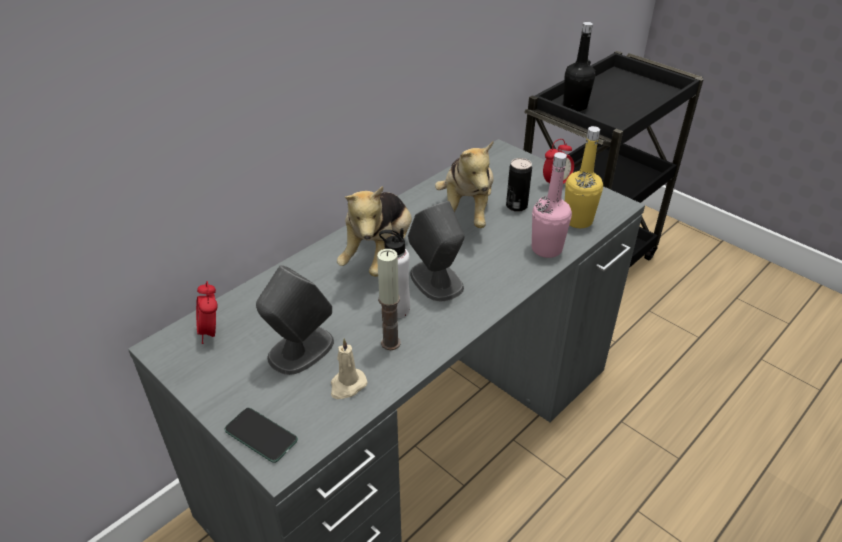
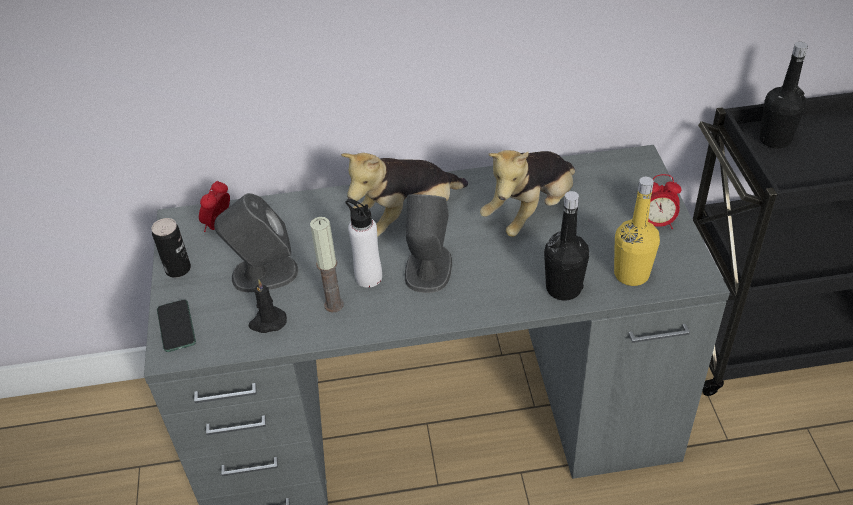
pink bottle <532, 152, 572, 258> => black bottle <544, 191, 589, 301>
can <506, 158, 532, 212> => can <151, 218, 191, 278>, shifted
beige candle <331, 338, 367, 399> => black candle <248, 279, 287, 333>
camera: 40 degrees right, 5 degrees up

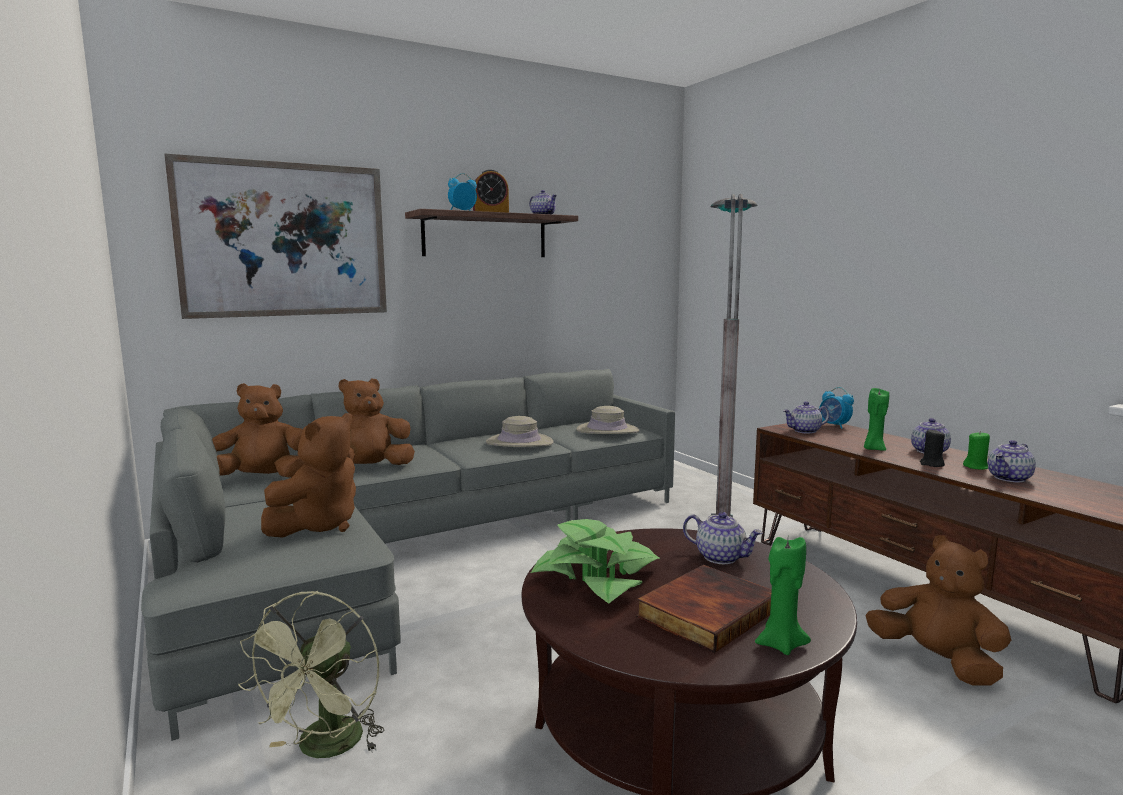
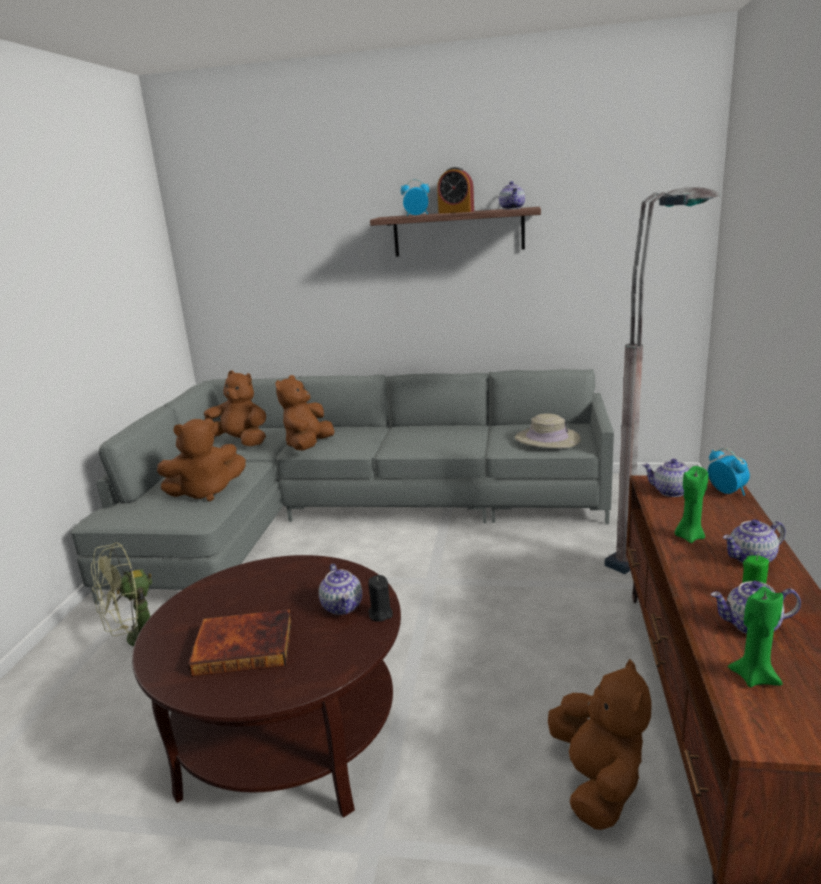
picture <164, 154, 387, 319> => nothing
brown plush toy <338, 378, 415, 465> => brown plush toy <275, 375, 334, 450>, 75 degrees counterclockwise
alarm clock <819, 387, 854, 429> => alarm clock <708, 448, 750, 496>, 150 degrees clockwise
beige hat <486, 416, 554, 447> => nothing
black candle <920, 429, 945, 467> => black candle <368, 575, 393, 622>, shifted
potted plant <531, 519, 661, 604> => nothing
green candle <755, 537, 811, 655> => green candle <728, 587, 783, 687>, shifted
camera: 40 degrees right, 10 degrees up

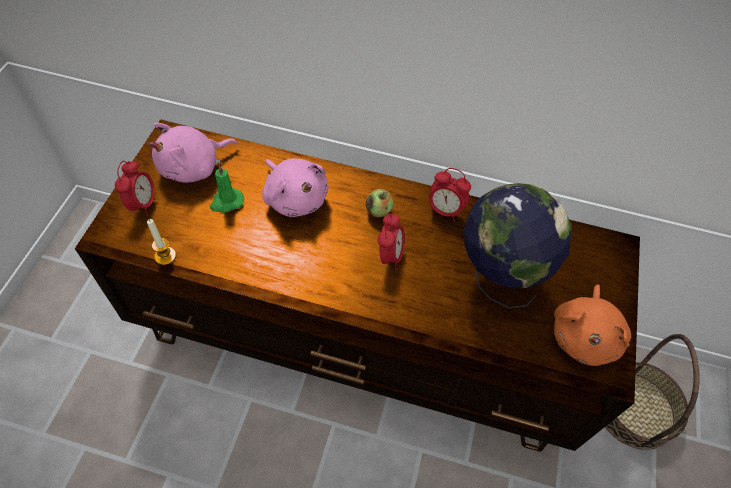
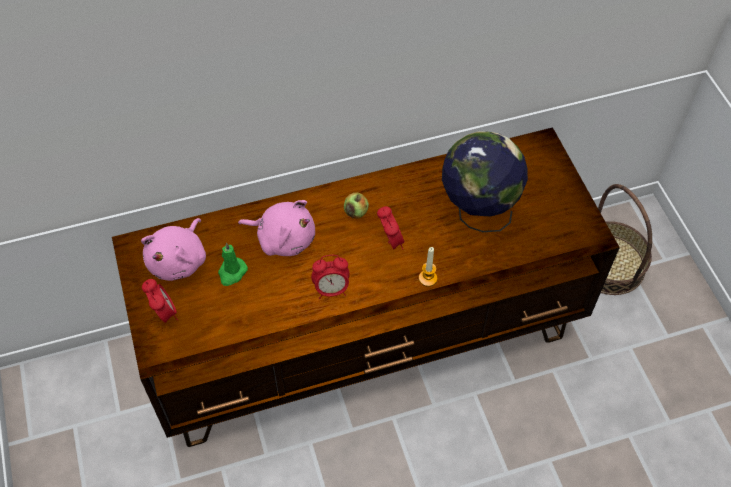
alarm clock <429, 168, 471, 222> => alarm clock <311, 255, 350, 299>, shifted
candle <147, 219, 176, 265> => candle <419, 247, 437, 287>, shifted
orange plush toy <554, 284, 631, 366> => nothing
camera: 30 degrees left, 0 degrees up

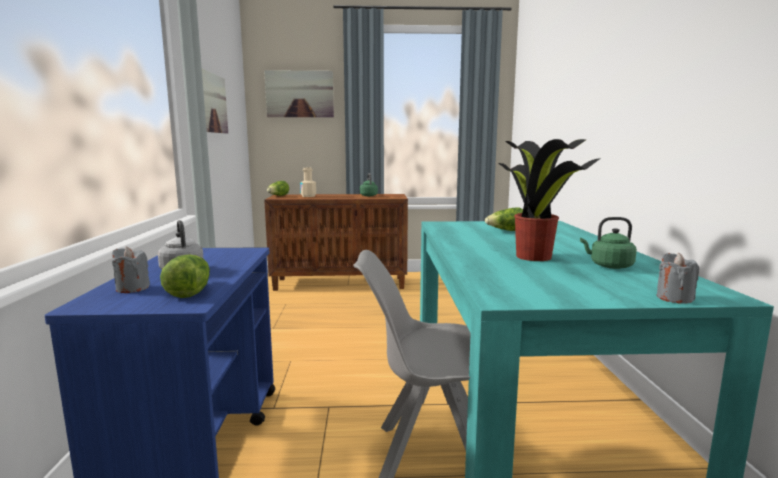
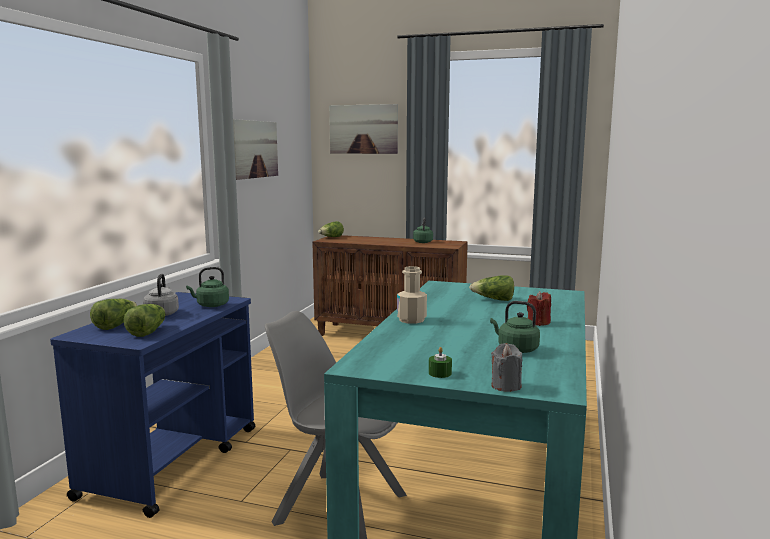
potted plant <499, 139, 601, 261> => nothing
beige bottle <300, 168, 316, 197> => beige bottle <397, 266, 427, 324>, shifted
grey candle <112, 247, 150, 293> => lettuce <90, 299, 137, 330>
nothing => green kettle <186, 267, 229, 307>
nothing => red candle <527, 291, 551, 326>
nothing => green candle <429, 347, 452, 378>
camera: 20 degrees right, 0 degrees up

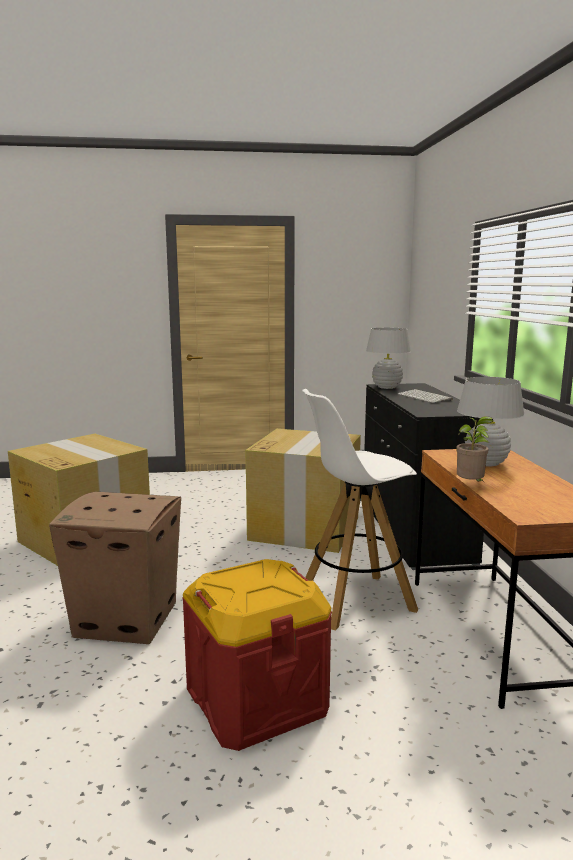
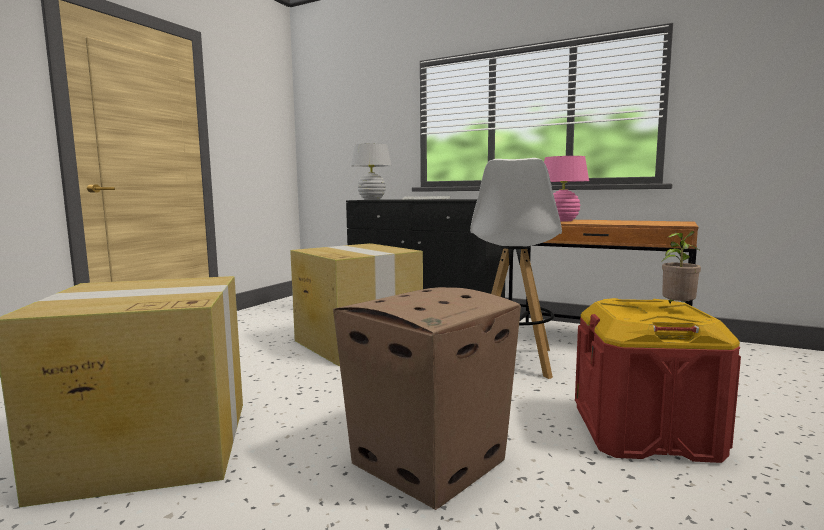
white table lamp <457, 377, 524, 466> => pink table lamp <544, 156, 589, 222>
potted plant <456, 416, 494, 482> => potted plant <661, 231, 701, 304>, shifted
camera: 55 degrees left, 5 degrees down

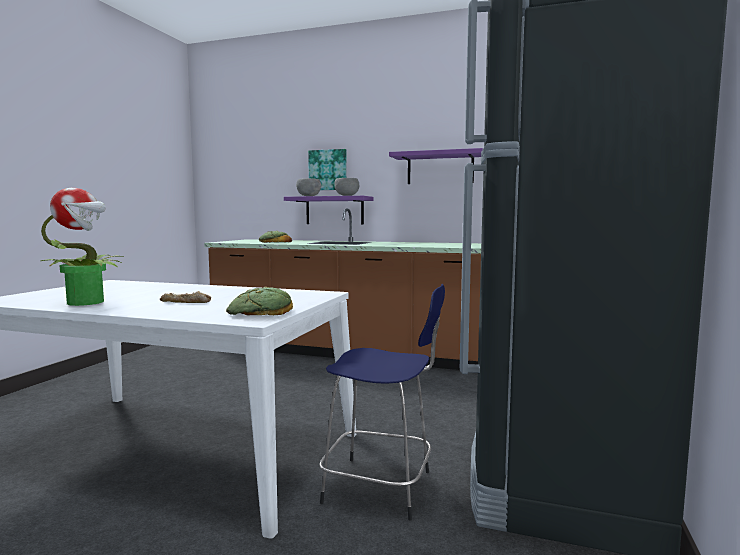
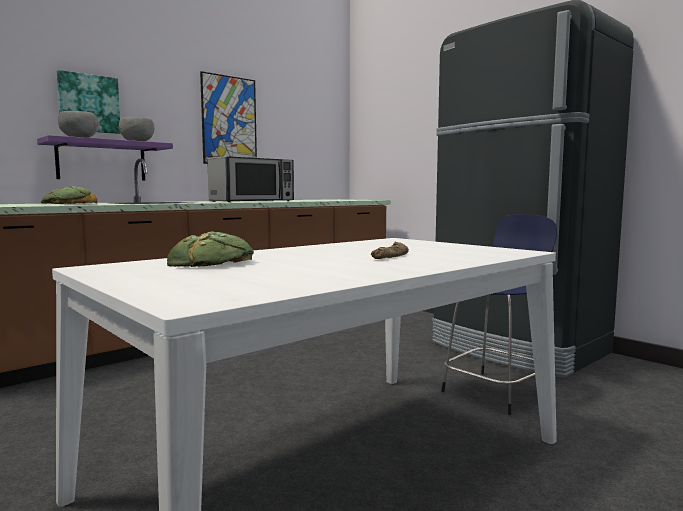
purple shelf <389, 148, 483, 184> => picture <200, 71, 257, 164>
potted plant <41, 188, 124, 306> => nothing
bread <226, 287, 293, 316> => bread <167, 231, 254, 267>, shifted
nothing => microwave <207, 156, 294, 202>
camera: 60 degrees left, 0 degrees up

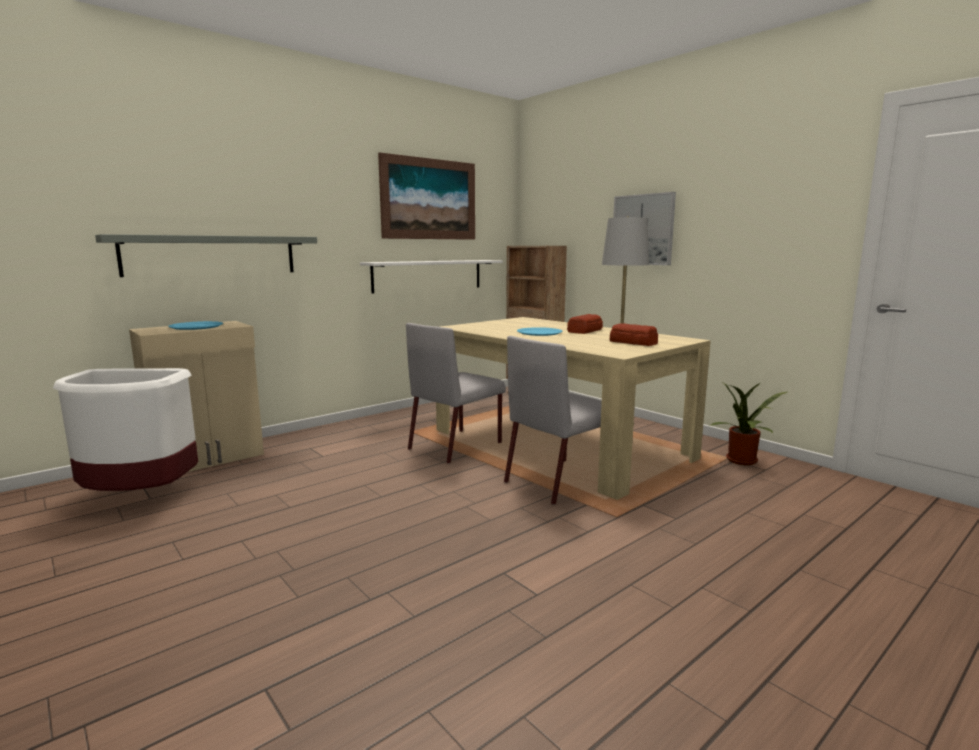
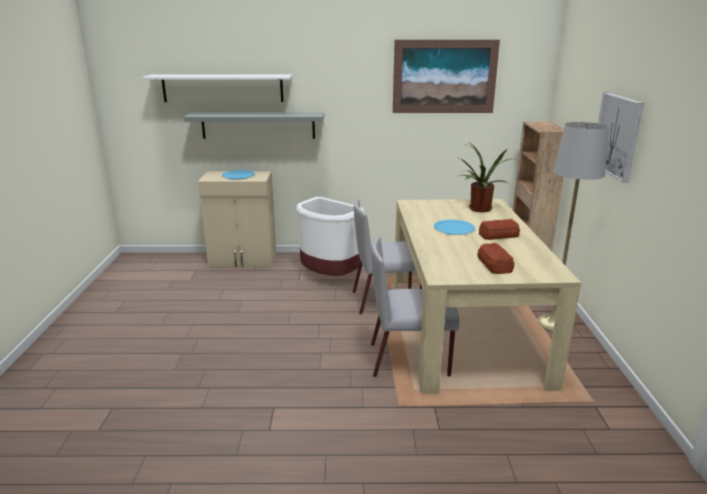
white shelf <360, 260, 503, 294> => white shelf <142, 74, 292, 102>, shifted
white trash can <53, 368, 198, 491> => white trash can <296, 197, 364, 276>, shifted
potted plant <708, 381, 787, 465> => potted plant <458, 143, 516, 212>, shifted
camera: 40 degrees right, 10 degrees up

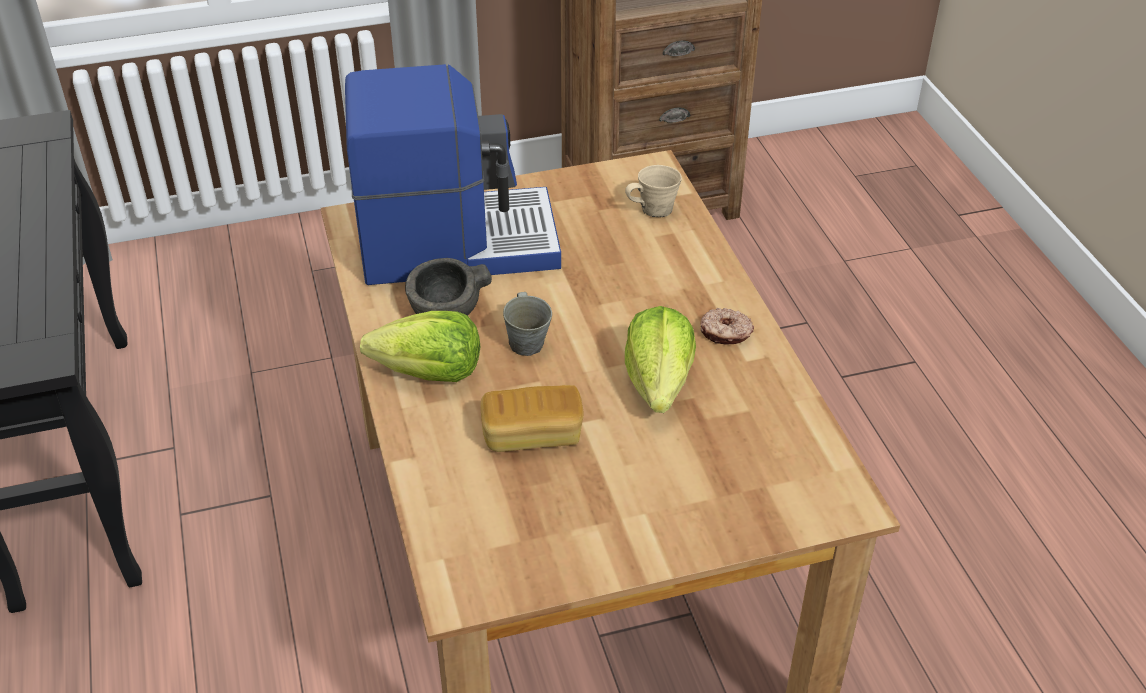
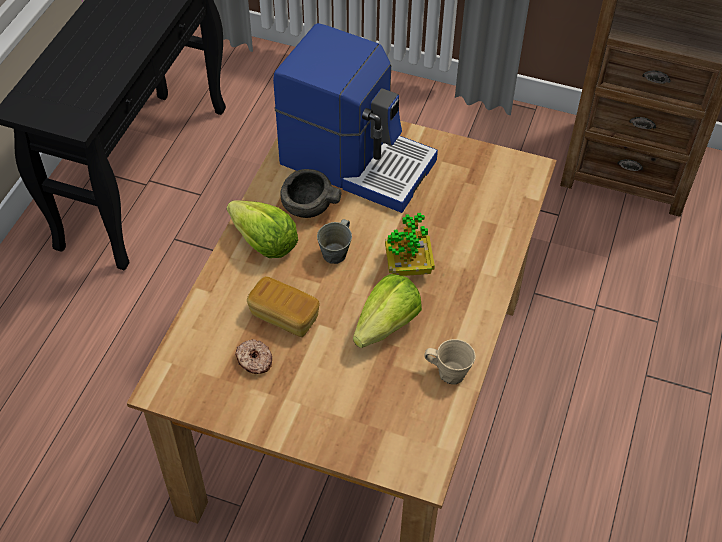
beige mug <625, 165, 682, 217> => beige mug <425, 339, 476, 384>, shifted
donut <700, 308, 754, 344> => donut <235, 339, 272, 374>, shifted
nothing => potted plant <385, 213, 435, 276>
camera: 35 degrees right, 10 degrees up

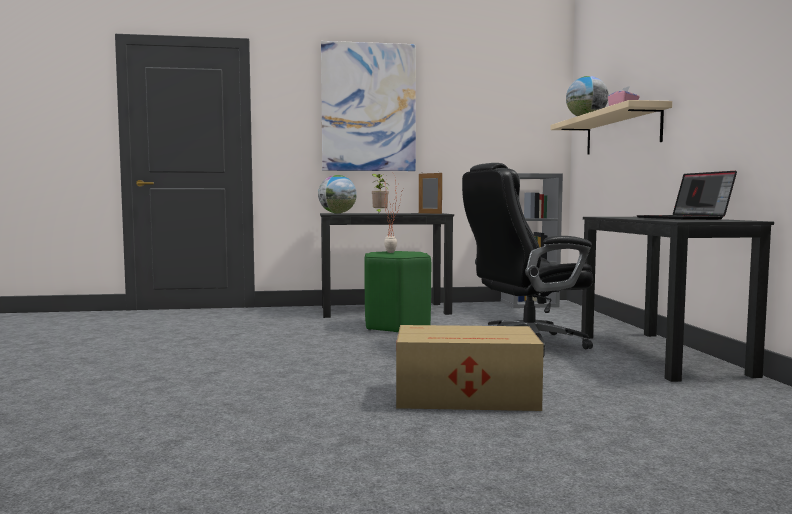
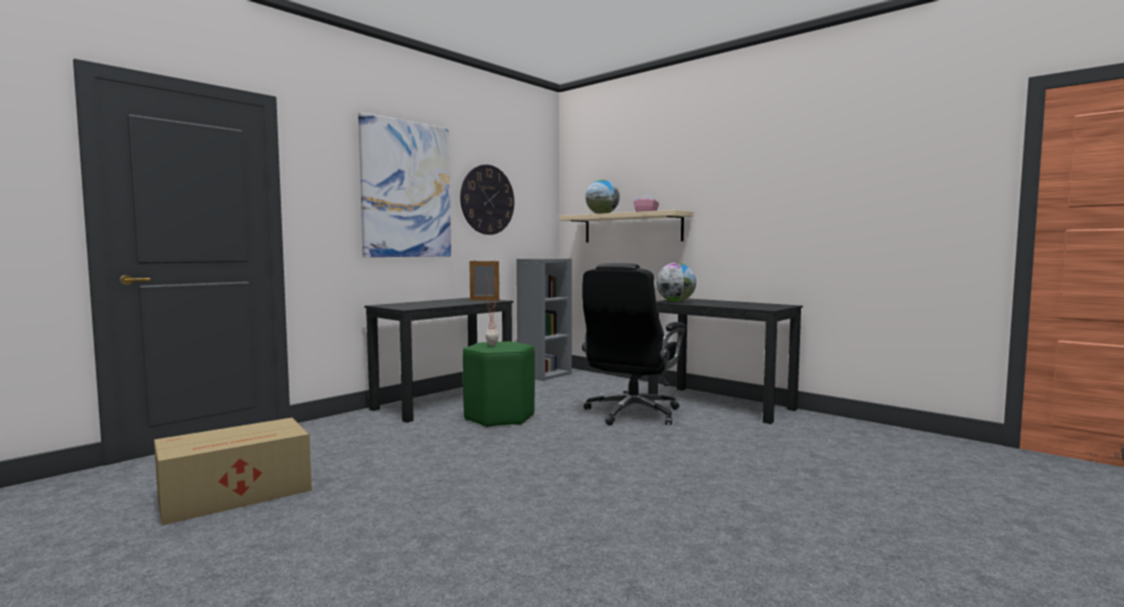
laptop <636, 171, 737, 220> => nothing
potted plant <371, 174, 389, 213> => nothing
globe <318, 175, 357, 213> => globe <656, 263, 696, 302>, shifted
cardboard box <396, 325, 544, 411> => cardboard box <154, 418, 312, 525>, shifted
nothing => wall clock <460, 165, 514, 235>
camera: 40 degrees left, 0 degrees up

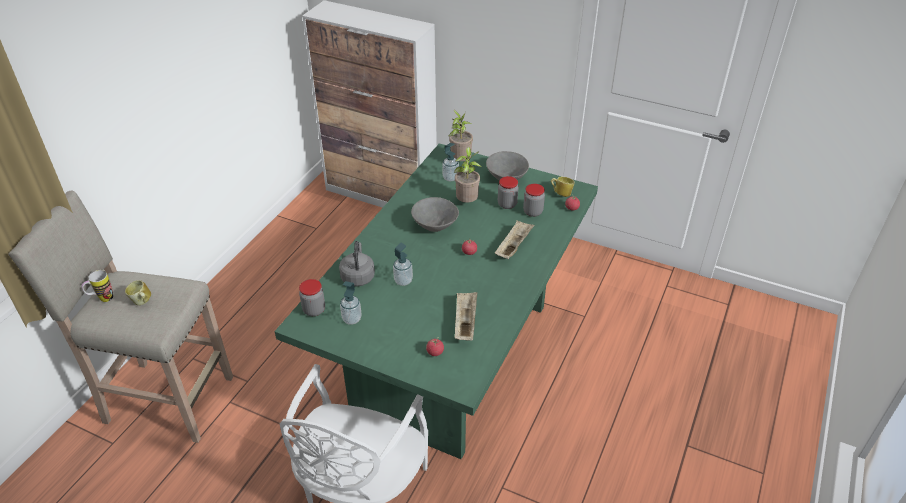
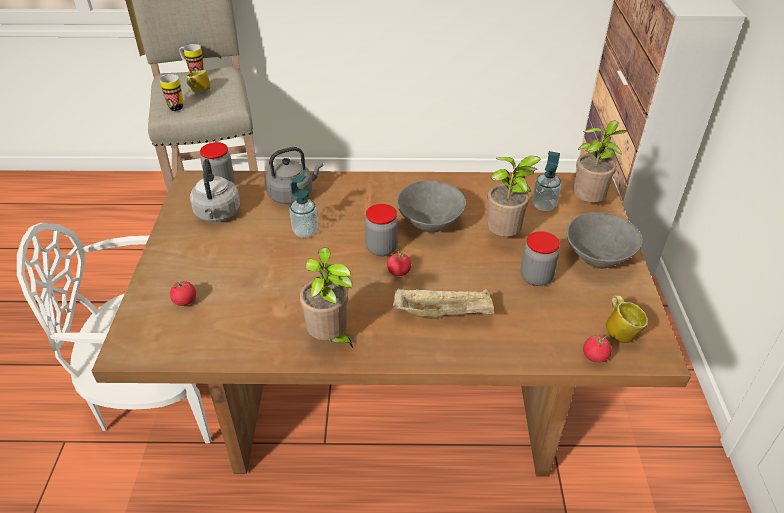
green dining table <275, 143, 598, 459> => brown dining table <92, 170, 691, 477>
jar <523, 184, 545, 217> => jar <365, 204, 398, 256>, shifted
soap dispenser <340, 281, 362, 325> => grey kettle <190, 159, 240, 222>
beige tray <455, 292, 477, 341> => nothing
nothing => mug <160, 74, 183, 111>
nothing => potted plant <300, 247, 353, 348>
camera: 65 degrees right, 0 degrees up

